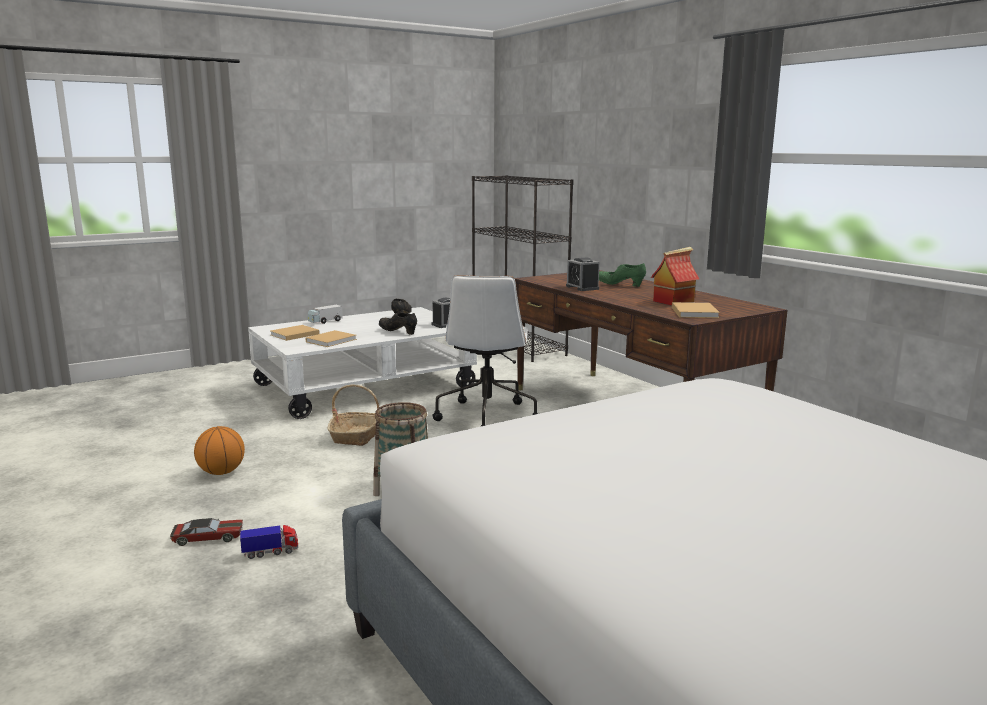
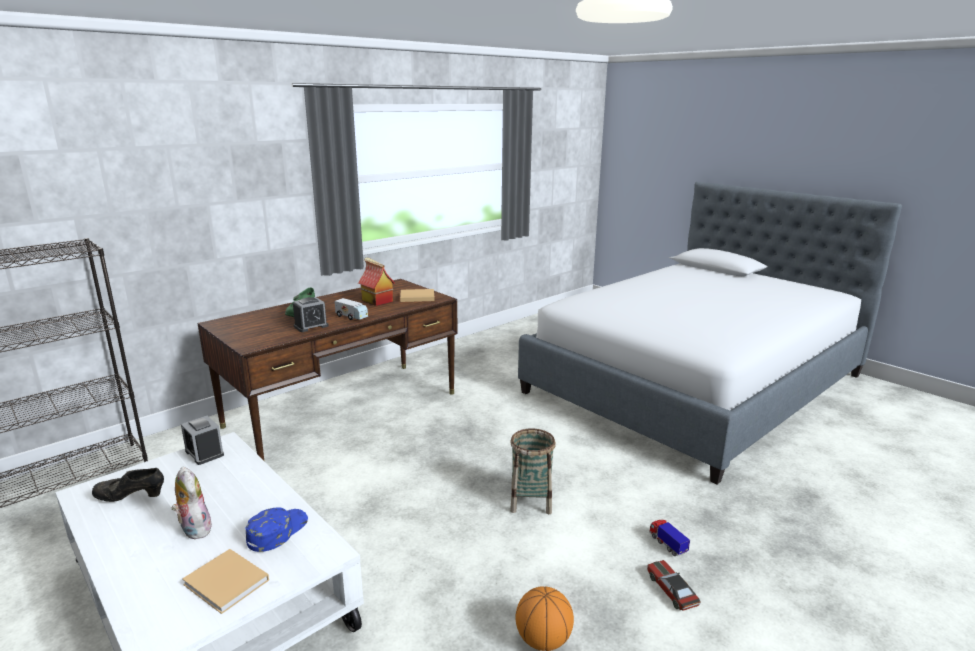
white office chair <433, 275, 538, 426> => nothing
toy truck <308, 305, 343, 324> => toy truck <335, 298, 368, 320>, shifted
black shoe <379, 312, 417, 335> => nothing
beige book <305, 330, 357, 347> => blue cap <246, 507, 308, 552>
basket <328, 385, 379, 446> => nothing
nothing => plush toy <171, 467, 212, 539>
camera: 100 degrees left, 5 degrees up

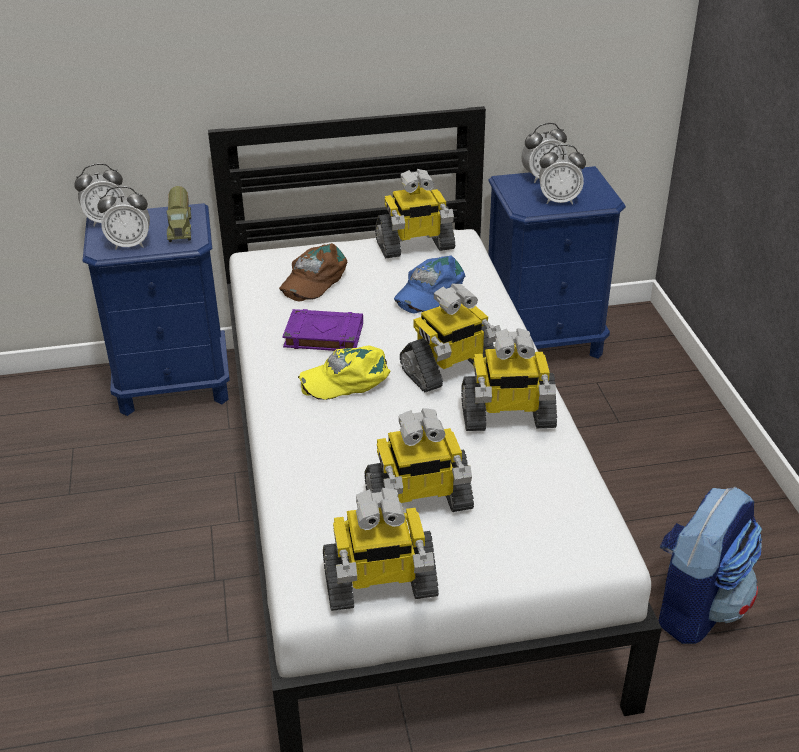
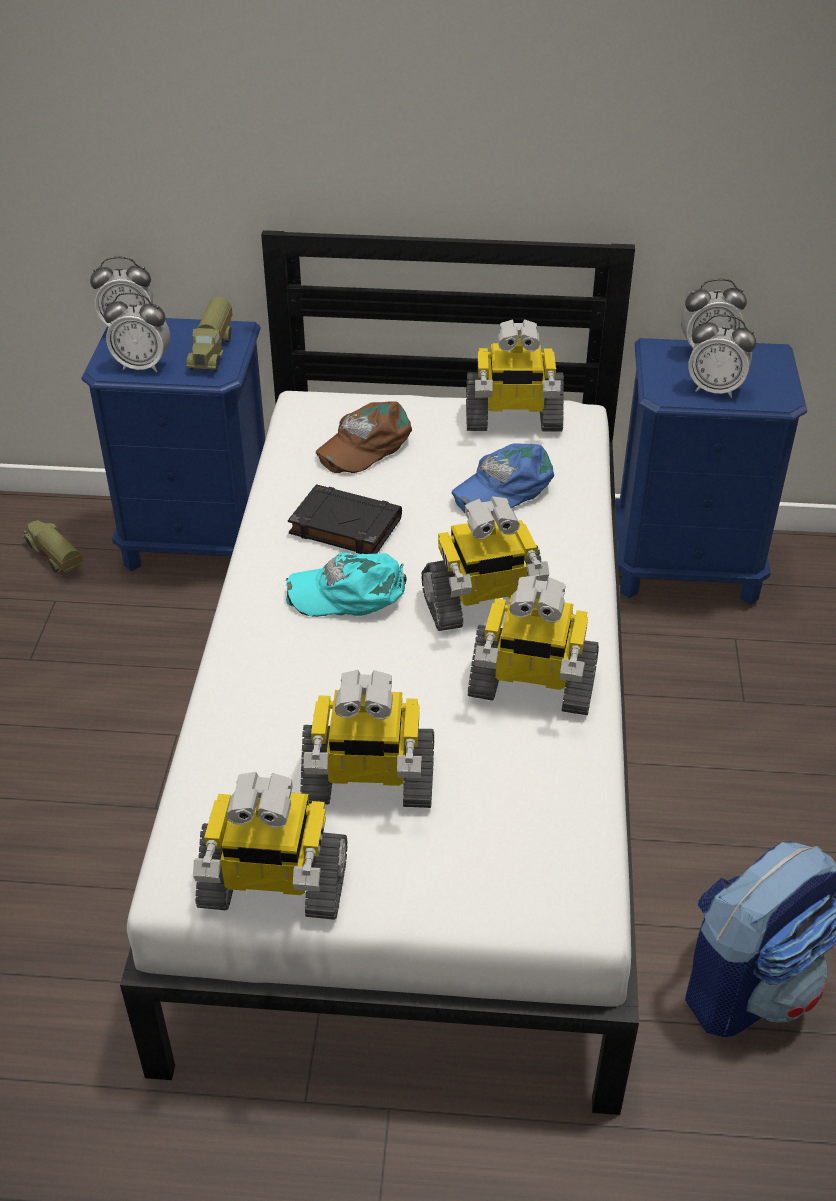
purple book <282, 309, 363, 351> => black book <288, 484, 402, 554>
yellow cap <298, 345, 390, 400> => turquoise cap <286, 552, 407, 617>
nothing => toy truck <22, 520, 83, 573>
camera: 15 degrees right, 5 degrees up

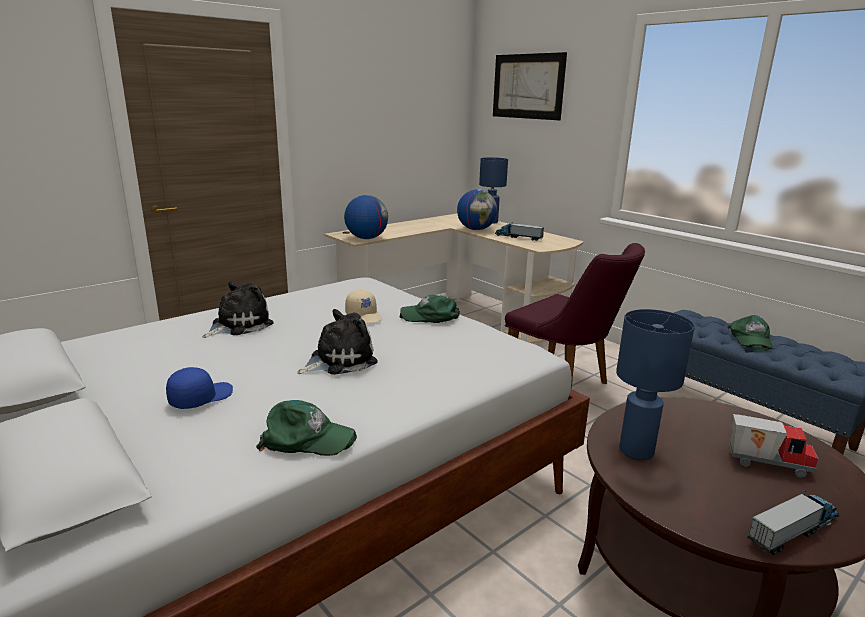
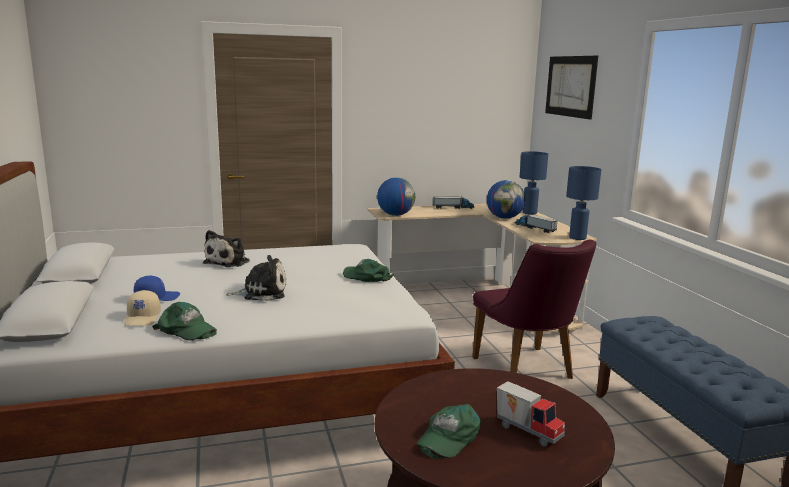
plush toy <203, 281, 274, 338> => plush toy <203, 230, 250, 267>, 135 degrees clockwise
beige cap <345, 289, 382, 324> => beige cap <124, 290, 161, 326>, shifted
blue table lamp <616, 309, 695, 460> => blue table lamp <566, 166, 601, 240>, shifted
green cap <728, 315, 773, 351> => green cap <417, 404, 482, 459>, shifted
toy truck <747, 490, 840, 555> => toy truck <433, 196, 474, 209>, shifted
camera: 25 degrees right, 5 degrees down

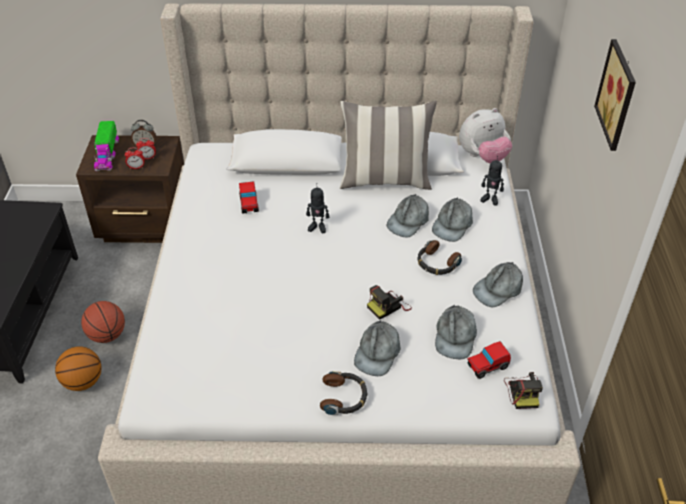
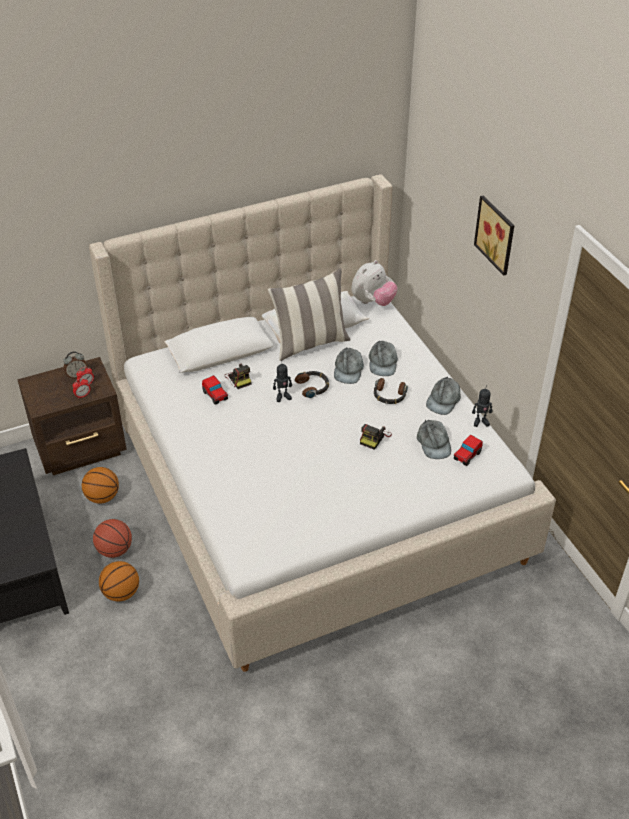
toy truck <94, 121, 119, 171> => nothing
toy robot <480, 156, 504, 206> => toy robot <472, 389, 492, 427>, shifted
grey cap <354, 320, 401, 376> => nothing
headphones <320, 371, 367, 415> => headphones <295, 371, 329, 398>, shifted
photo camera <504, 372, 543, 409> => photo camera <224, 363, 252, 389>, shifted
nothing => basketball <82, 467, 119, 504>
camera: 25 degrees left, 0 degrees up

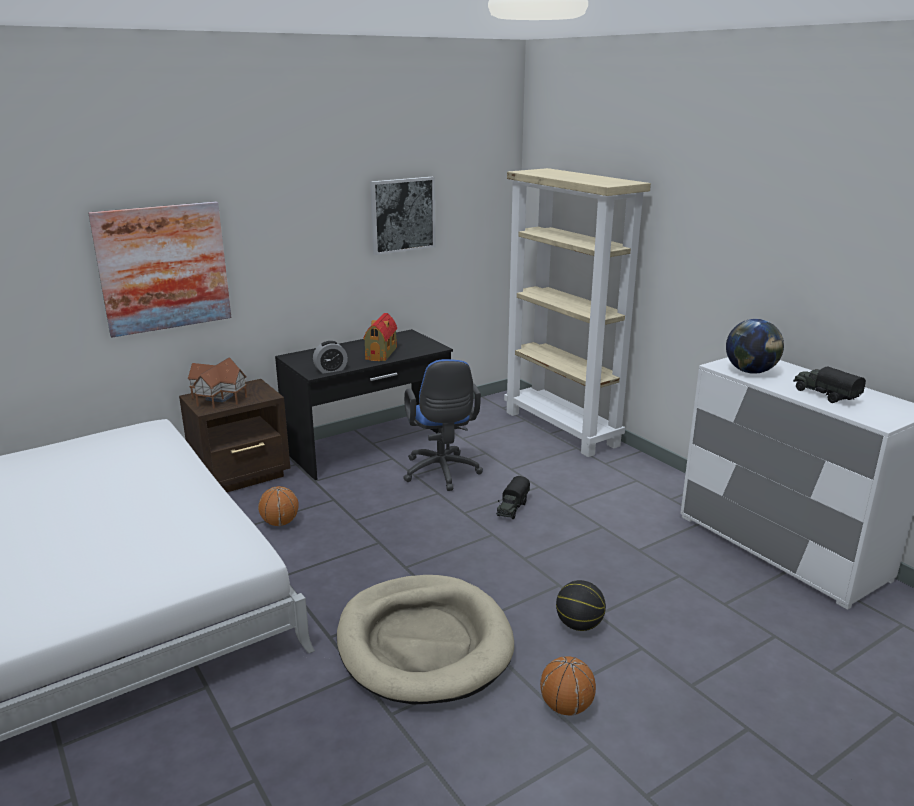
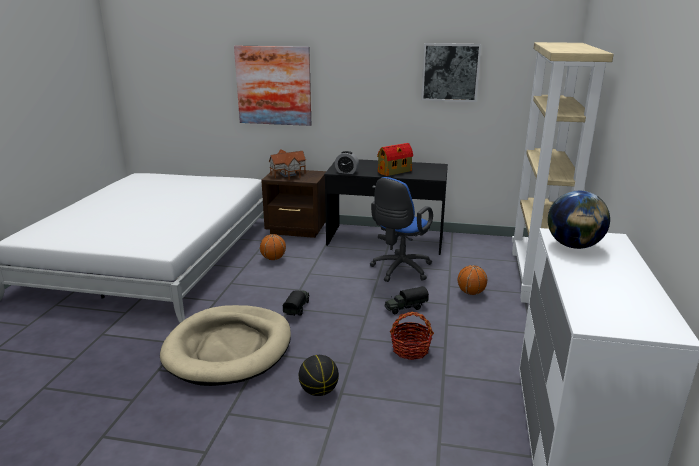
toy truck <793, 366, 866, 403> => toy truck <283, 290, 310, 316>, shifted
basketball <540, 656, 596, 715> => basketball <458, 265, 487, 295>, shifted
nothing => basket <390, 312, 434, 360>
camera: 45 degrees right, 0 degrees up

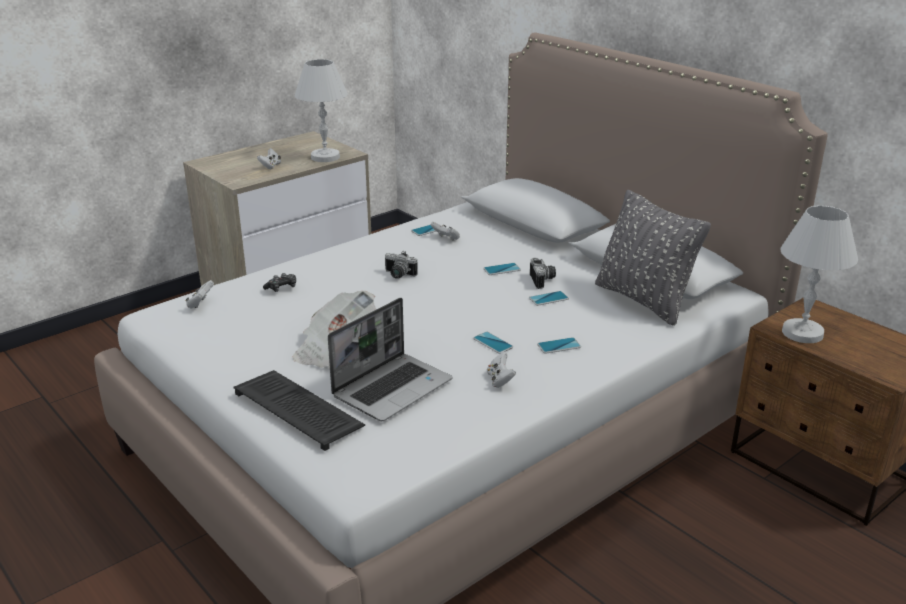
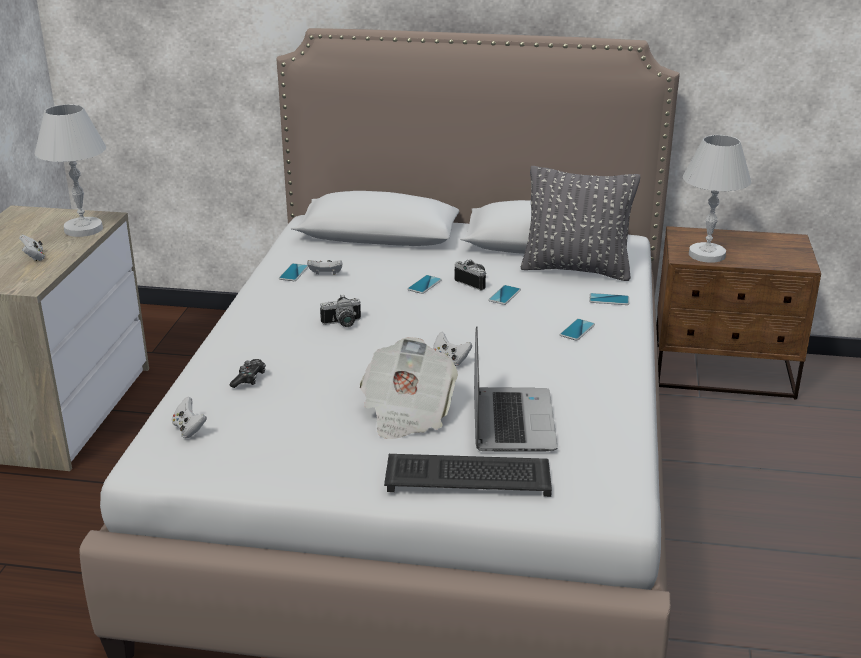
phone <473, 332, 513, 354> => phone <589, 293, 629, 305>, shifted
white game controller <487, 352, 516, 388> => white game controller <433, 332, 472, 366>, shifted
camera: 40 degrees left, 0 degrees up

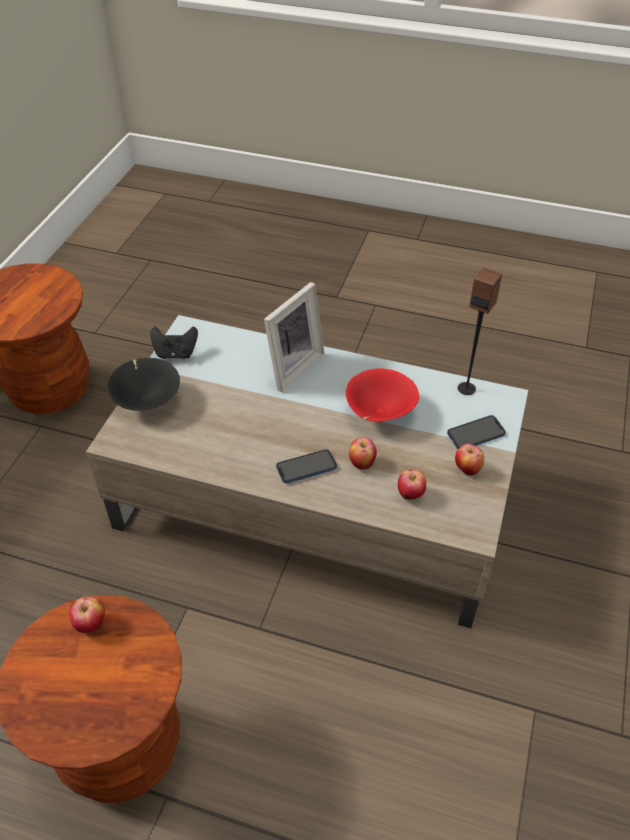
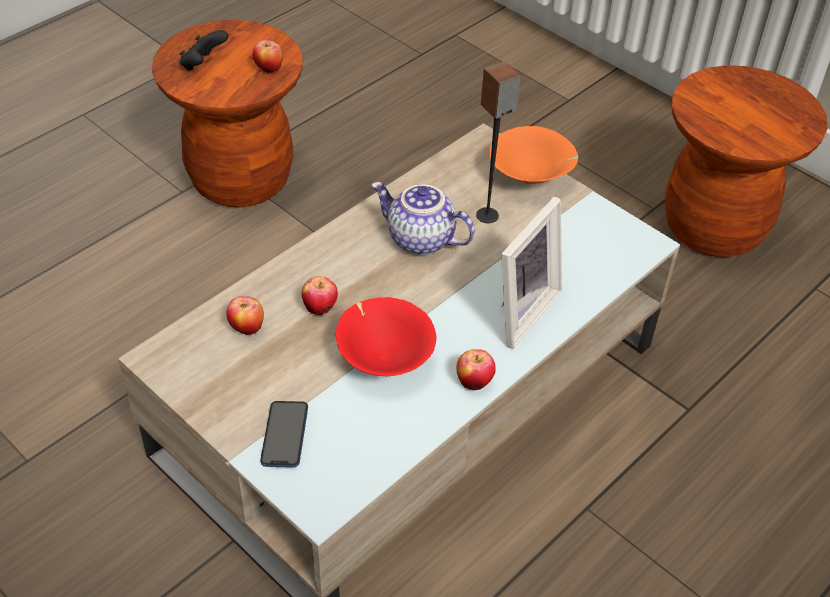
speaker <458, 267, 502, 395> => speaker <476, 61, 521, 223>, shifted
picture frame <264, 282, 325, 392> => picture frame <501, 197, 562, 349>, 120 degrees counterclockwise
black game controller <150, 326, 198, 359> => black game controller <180, 30, 228, 71>, shifted
black bowl <107, 358, 180, 410> => orange bowl <489, 126, 578, 184>
apple <455, 444, 484, 475> => apple <456, 349, 496, 390>, shifted
phone <276, 449, 337, 483> => nothing
nothing => teapot <372, 182, 475, 255>
camera: 115 degrees right, 0 degrees up

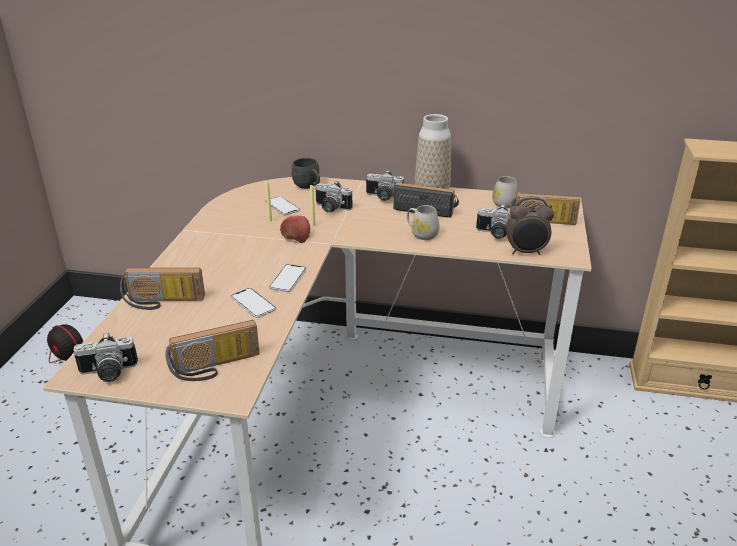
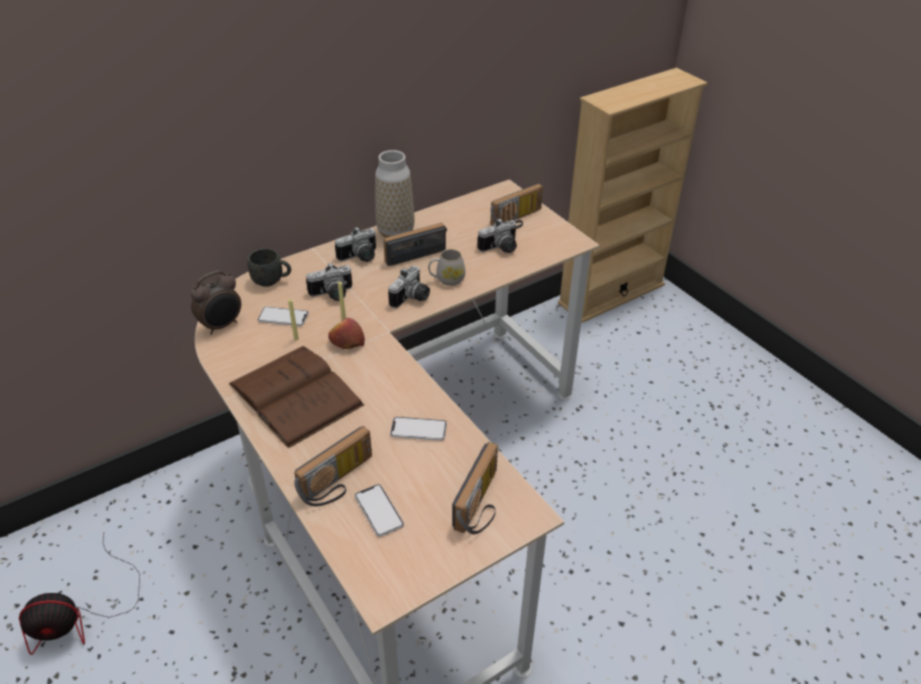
white mug <492, 176, 518, 208> => nothing
alarm clock <506, 197, 554, 255> => alarm clock <191, 271, 241, 335>, shifted
phone <269, 264, 307, 292> => phone <355, 484, 404, 537>, shifted
photo camera <73, 333, 138, 382> => photo camera <388, 266, 430, 308>, shifted
nothing => brown book <229, 346, 364, 448>
camera: 45 degrees left, 10 degrees up

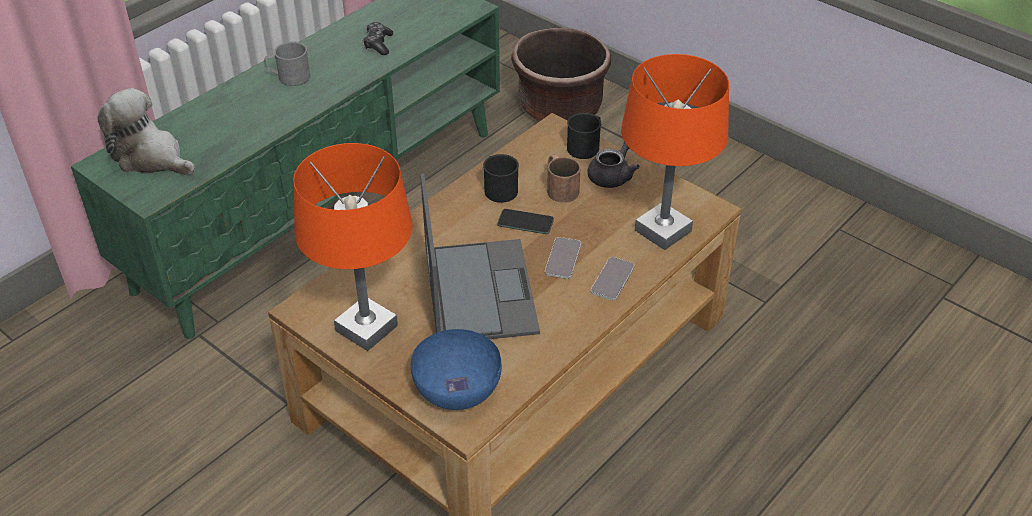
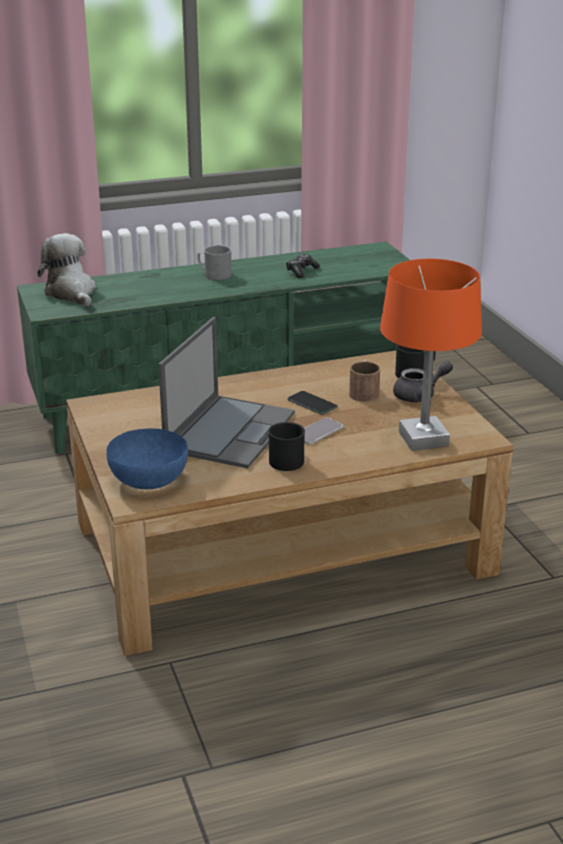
brown planter <511, 28, 611, 122> => nothing
orange table lamp <293, 143, 413, 351> => nothing
black mug <483, 154, 519, 203> => black mug <268, 422, 305, 471>, shifted
phone <591, 257, 634, 301> => nothing
camera: 30 degrees right, 15 degrees down

